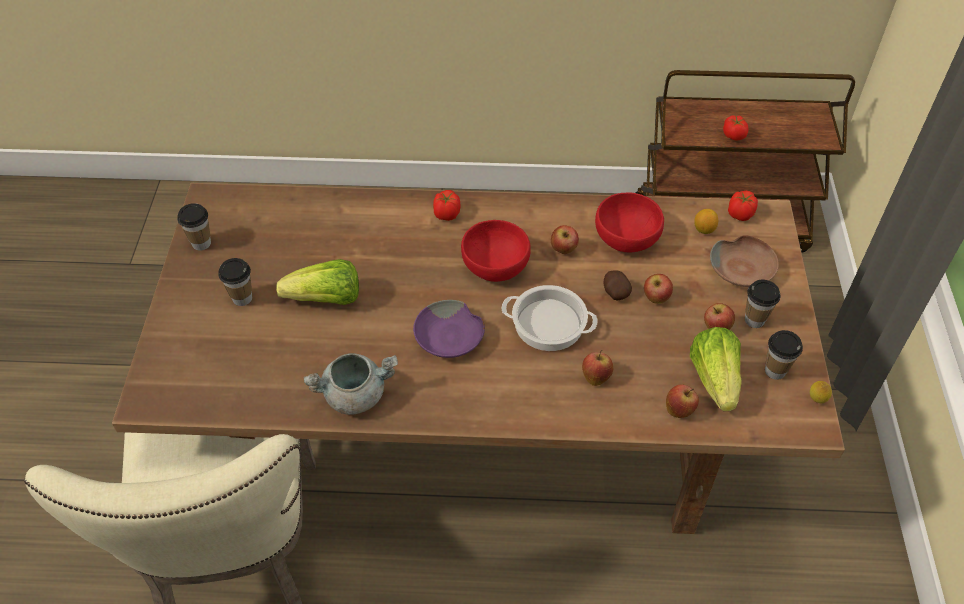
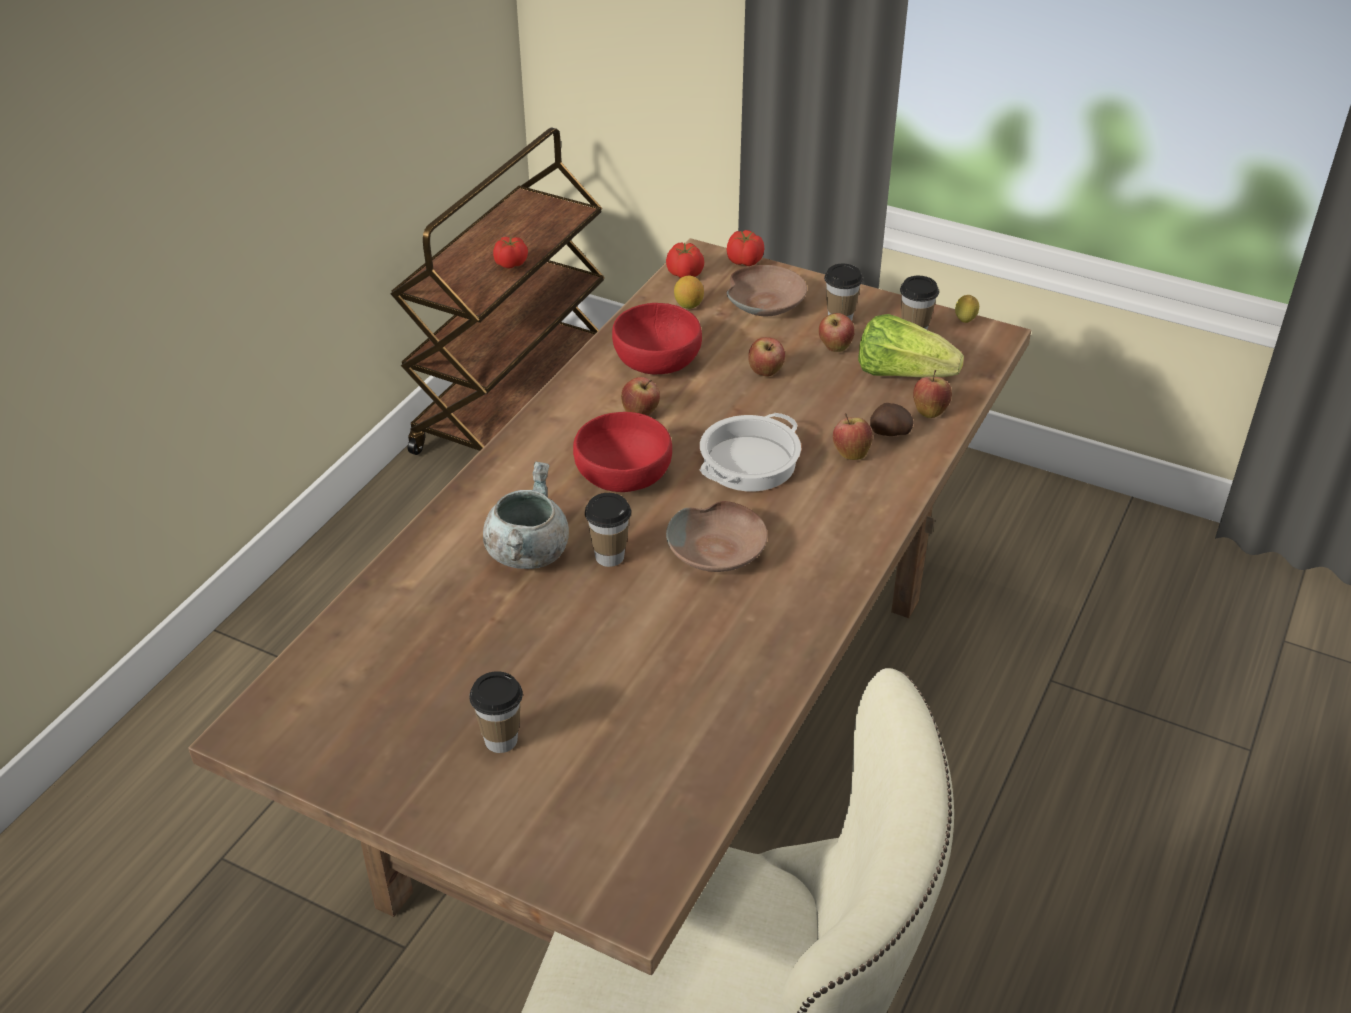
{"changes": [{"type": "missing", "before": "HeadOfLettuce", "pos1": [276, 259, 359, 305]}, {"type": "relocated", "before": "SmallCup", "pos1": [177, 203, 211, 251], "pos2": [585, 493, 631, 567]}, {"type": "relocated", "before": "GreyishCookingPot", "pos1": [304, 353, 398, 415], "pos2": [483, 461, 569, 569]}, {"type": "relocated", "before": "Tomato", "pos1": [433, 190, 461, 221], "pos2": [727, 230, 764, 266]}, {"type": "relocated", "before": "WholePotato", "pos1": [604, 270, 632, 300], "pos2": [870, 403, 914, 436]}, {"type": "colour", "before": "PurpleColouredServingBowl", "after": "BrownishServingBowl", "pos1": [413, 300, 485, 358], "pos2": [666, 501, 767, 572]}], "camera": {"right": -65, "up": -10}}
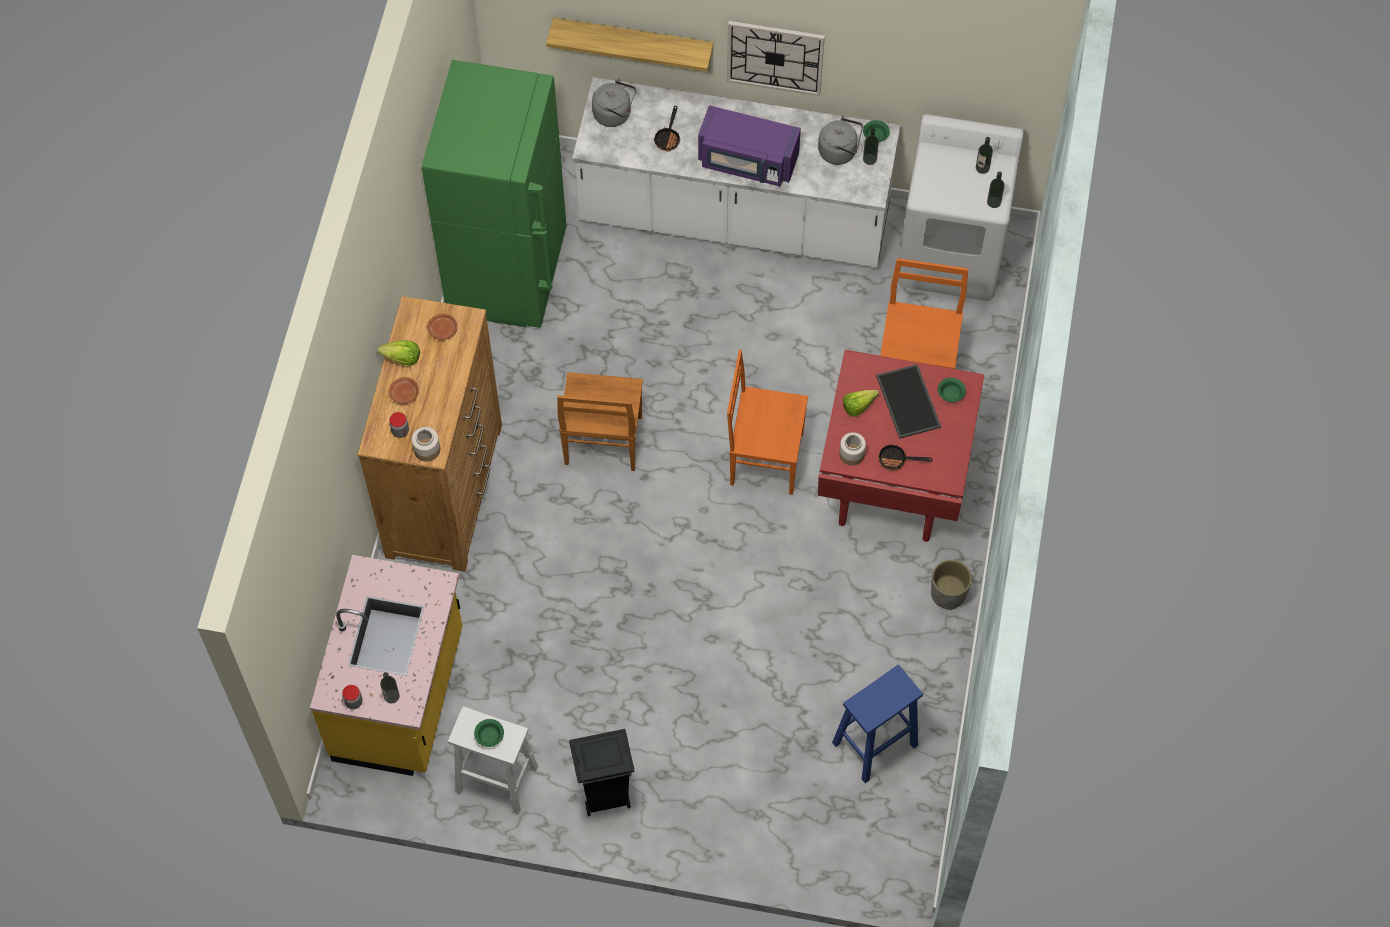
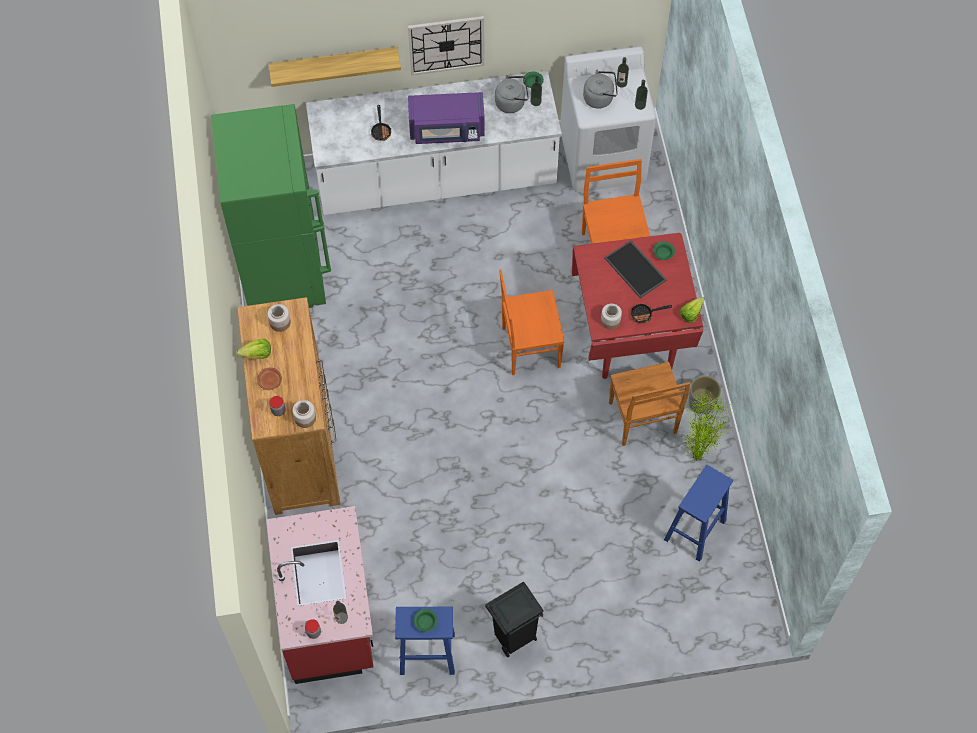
{"changes": [{"type": "appeared", "after": "PottedPlant", "pos2": [681, 390, 731, 461]}, {"type": "relocated", "before": "BrownishChair", "pos1": [557, 372, 643, 471], "pos2": [609, 362, 691, 446]}, {"type": "relocated", "before": "GreyishWaterKettle", "pos1": [592, 78, 636, 127], "pos2": [583, 70, 618, 109]}, {"type": "relocated", "before": "HeadOfLettuce", "pos1": [843, 390, 879, 417], "pos2": [680, 297, 704, 323]}, {"type": "exchanged", "before": "BrownishPlate", "after": "StorageJar", "pos1": [427, 314, 458, 340], "pos2": [268, 304, 291, 332]}, {"type": "colour", "before": "YellowishKitchenCounter", "after": "RedKitchenCounter", "pos1": [310, 555, 462, 776], "pos2": [267, 506, 373, 684]}, {"type": "colour", "before": "WhiteStoolSeat", "after": "BlueStoolSeat", "pos1": [448, 707, 538, 815], "pos2": [395, 606, 455, 675]}], "camera": {"right": -20, "up": 0}}
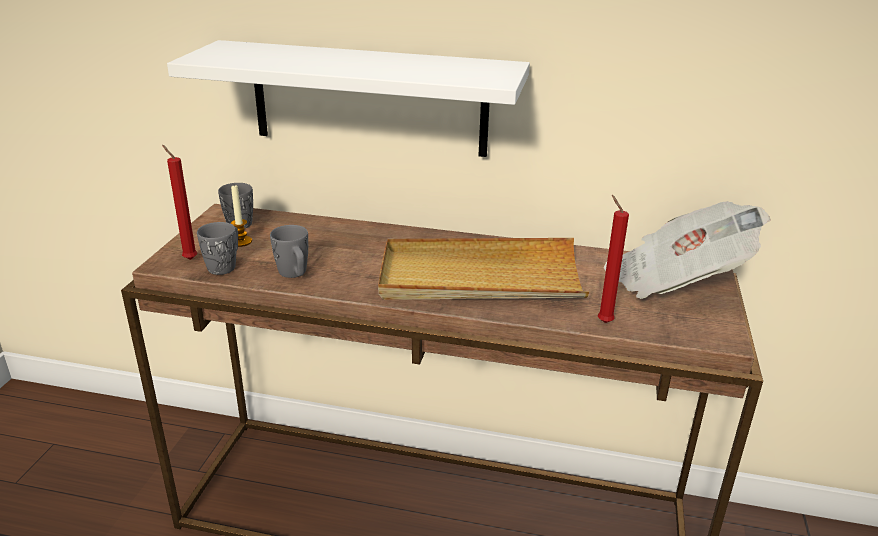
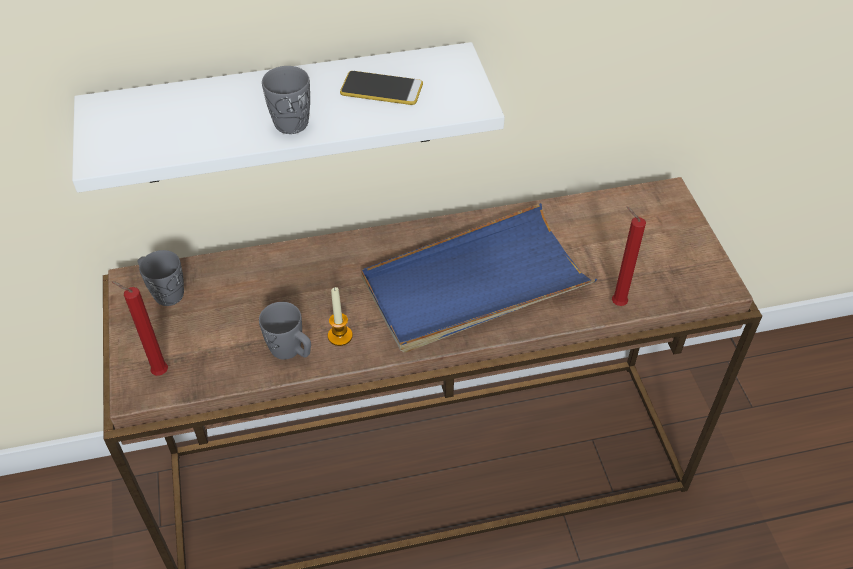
{"changes": [{"type": "missing", "before": "DailyPaper", "pos1": [604, 201, 771, 299]}, {"type": "appeared", "after": "Phone", "pos2": [340, 71, 423, 105]}, {"type": "relocated", "before": "GreyishMug", "pos1": [197, 222, 238, 275], "pos2": [262, 66, 310, 134]}, {"type": "relocated", "before": "WaxCandle", "pos1": [231, 185, 252, 247], "pos2": [328, 287, 353, 346]}, {"type": "colour", "before": "BeigeColouredServingTray", "after": "BlueServingTray", "pos1": [378, 238, 589, 300], "pos2": [361, 203, 598, 352]}], "camera": {"right": -25, "up": 20}}
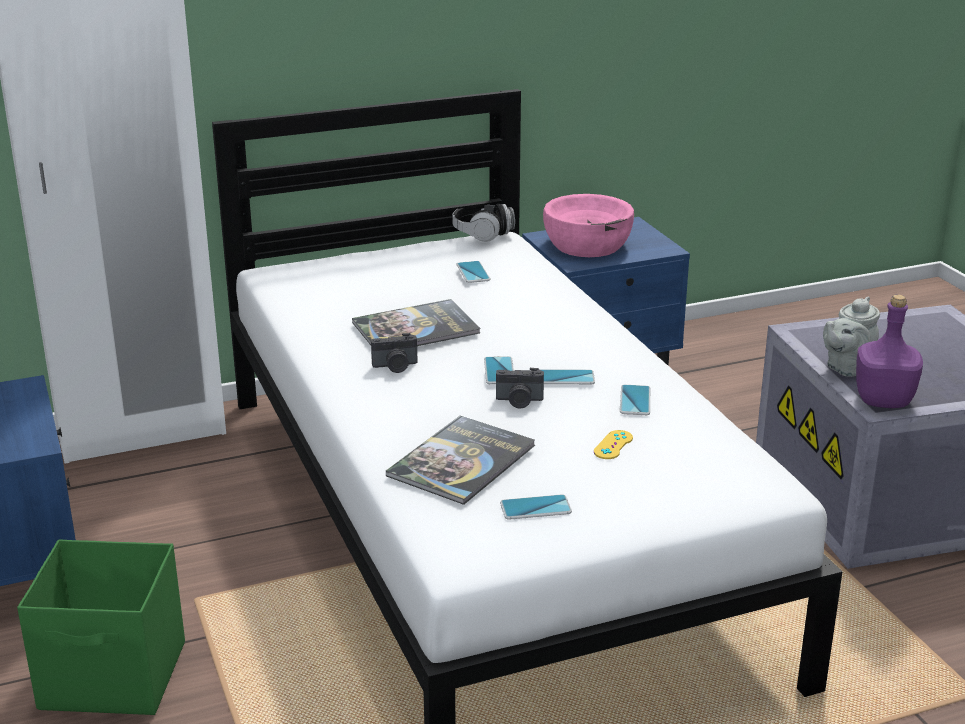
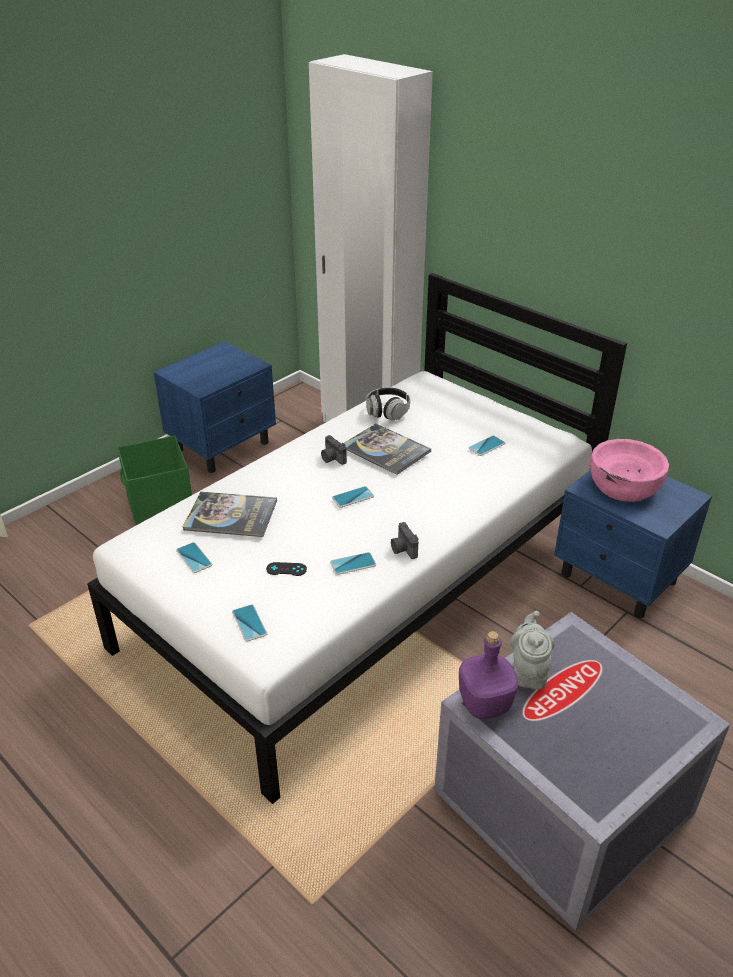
{"changes": [{"type": "relocated", "before": "Headphones", "pos1": [453, 204, 515, 242], "pos2": [366, 387, 410, 420]}, {"type": "relocated", "before": "PhotoCamera", "pos1": [496, 368, 544, 408], "pos2": [391, 522, 418, 559]}, {"type": "relocated", "before": "Phone", "pos1": [540, 369, 595, 384], "pos2": [232, 604, 268, 642]}, {"type": "colour", "before": "YellowishGameController", "after": "BlackishGameController", "pos1": [594, 430, 633, 459], "pos2": [266, 562, 307, 576]}, {"type": "spun", "before": "GreyishTeaPot", "pos1": [823, 297, 880, 377], "pos2": [509, 611, 555, 690], "turn": 75}], "camera": {"right": 65, "up": 10}}
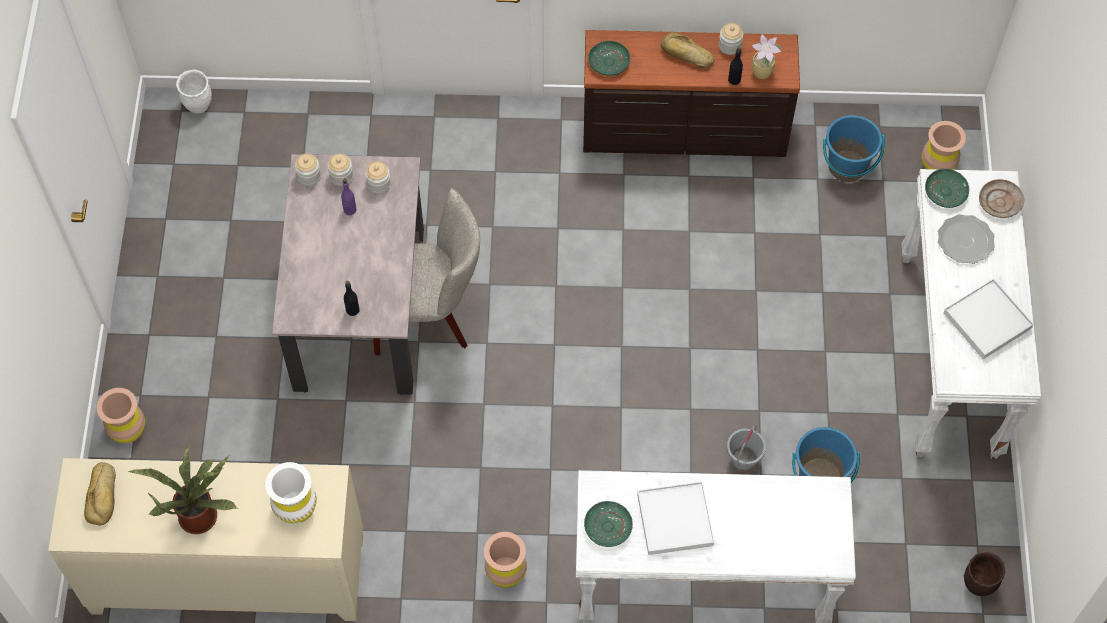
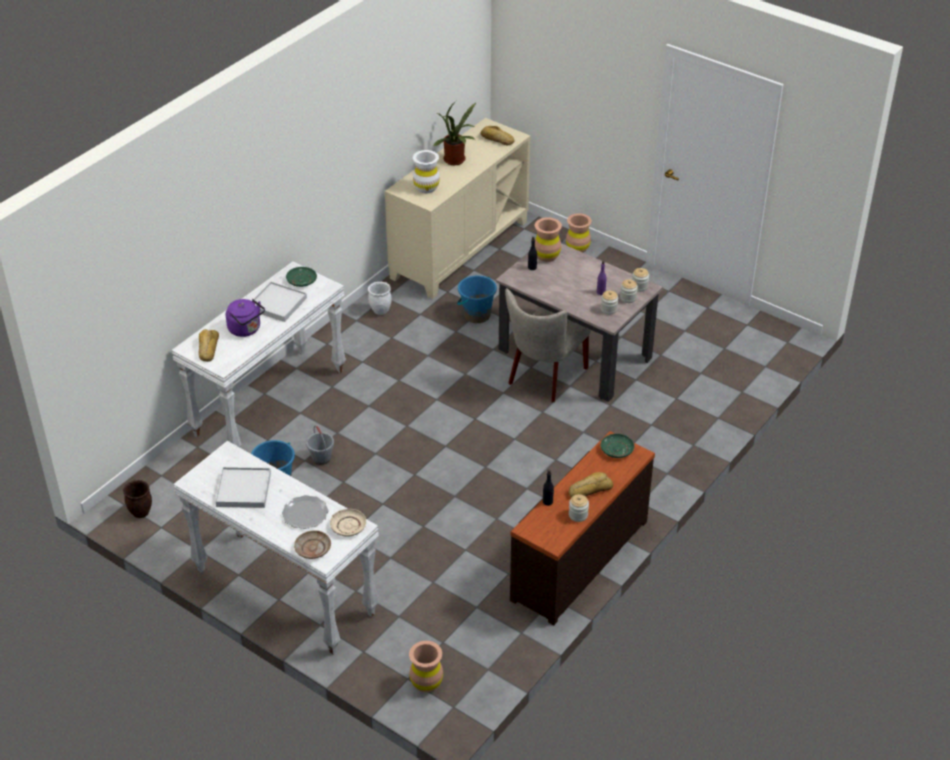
{"changes": [{"type": "missing", "before": "PottedPlant", "pos1": [752, 34, 782, 79]}, {"type": "appeared", "after": "BakedBread", "pos2": [198, 329, 219, 362]}, {"type": "appeared", "after": "PurpleColouredWaterKettle", "pos2": [226, 299, 265, 337]}, {"type": "relocated", "before": "WhitePlanter", "pos1": [176, 70, 212, 114], "pos2": [368, 282, 392, 315]}, {"type": "relocated", "before": "BrownishVase", "pos1": [484, 532, 527, 588], "pos2": [535, 217, 562, 262]}, {"type": "relocated", "before": "BlueWaterBucket", "pos1": [823, 115, 885, 182], "pos2": [457, 275, 497, 323]}, {"type": "colour", "before": "GreenishPlate", "after": "BeigeColouredPlate", "pos1": [925, 169, 969, 208], "pos2": [330, 509, 366, 537]}], "camera": {"right": 125, "up": -20}}
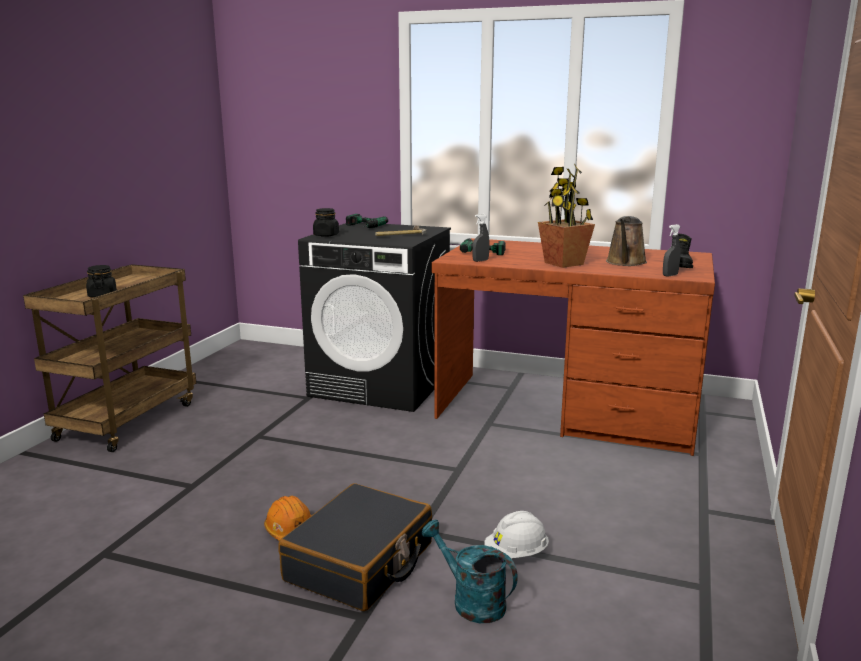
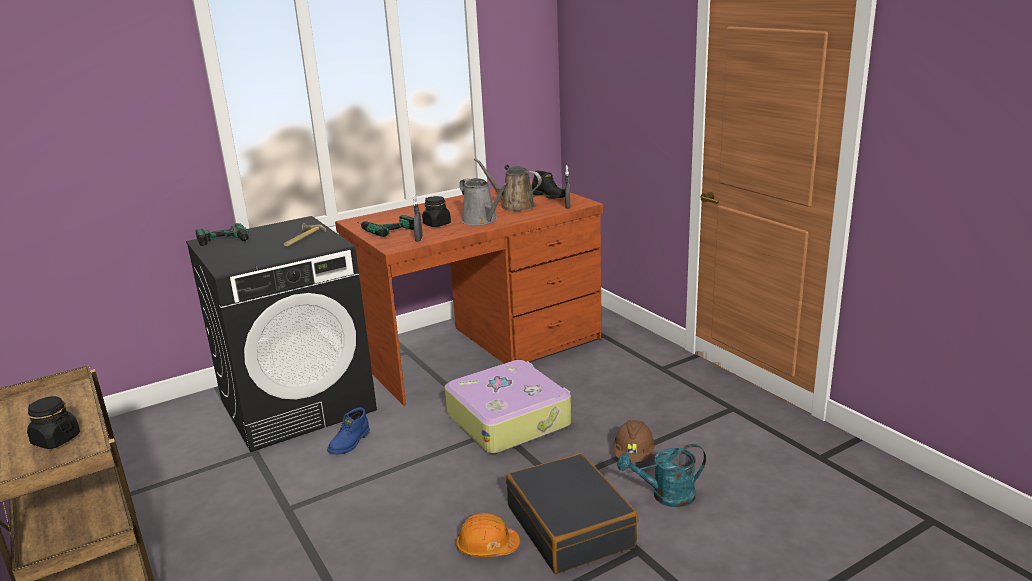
{"changes": [{"type": "appeared", "after": "BlueBoot", "pos2": [327, 407, 370, 455]}, {"type": "appeared", "after": "TravelCase", "pos2": [444, 360, 571, 454]}, {"type": "relocated", "before": "BlackishStorageJar", "pos1": [313, 208, 339, 237], "pos2": [422, 196, 451, 227]}, {"type": "exchanged", "before": "PottedPlant", "after": "GreyishWateringCan", "pos1": [538, 164, 595, 268], "pos2": [459, 178, 508, 225]}, {"type": "colour", "before": "WhiteWorkHelmet", "after": "BrownishWorkHelmet", "pos1": [484, 511, 549, 558], "pos2": [614, 420, 655, 462]}, {"type": "spun", "before": "BrownishWateringCan", "pos1": [606, 216, 647, 266], "pos2": [474, 158, 542, 211], "turn": 150}], "camera": {"right": -50, "up": 5}}
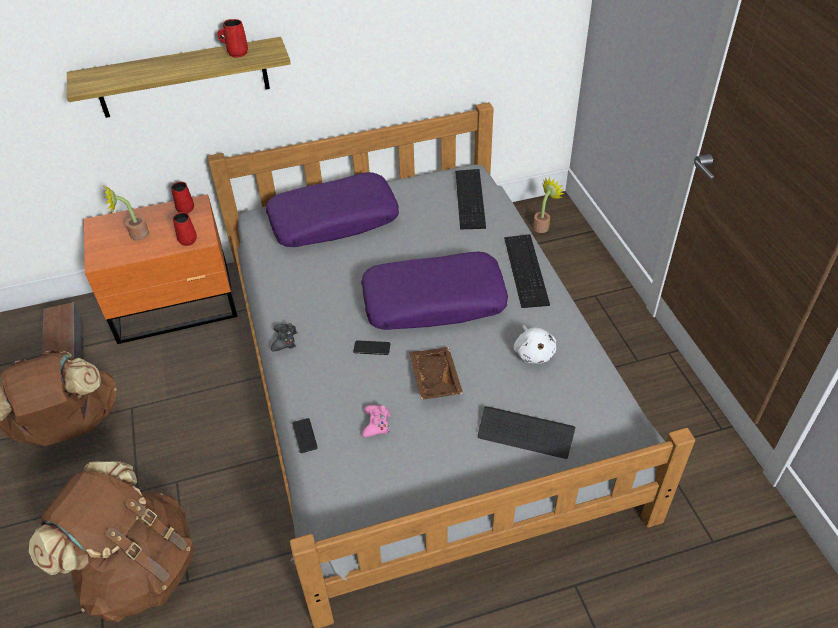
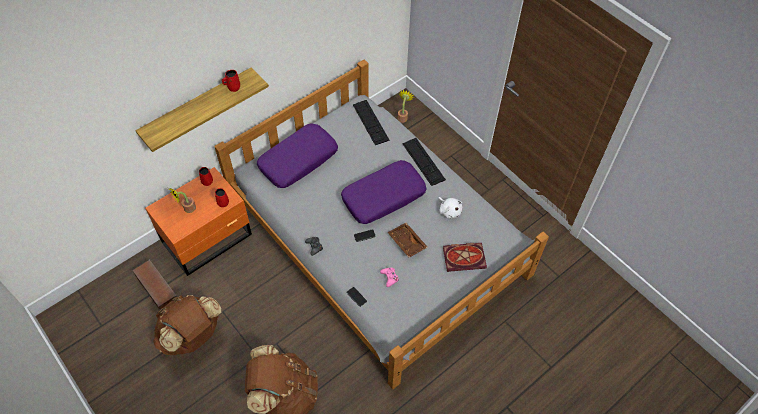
{"changes": [{"type": "exchanged", "before": "Keyboard", "after": "Book", "pos1": [478, 406, 575, 459], "pos2": [443, 243, 487, 272]}], "camera": {"right": -25, "up": 10}}
